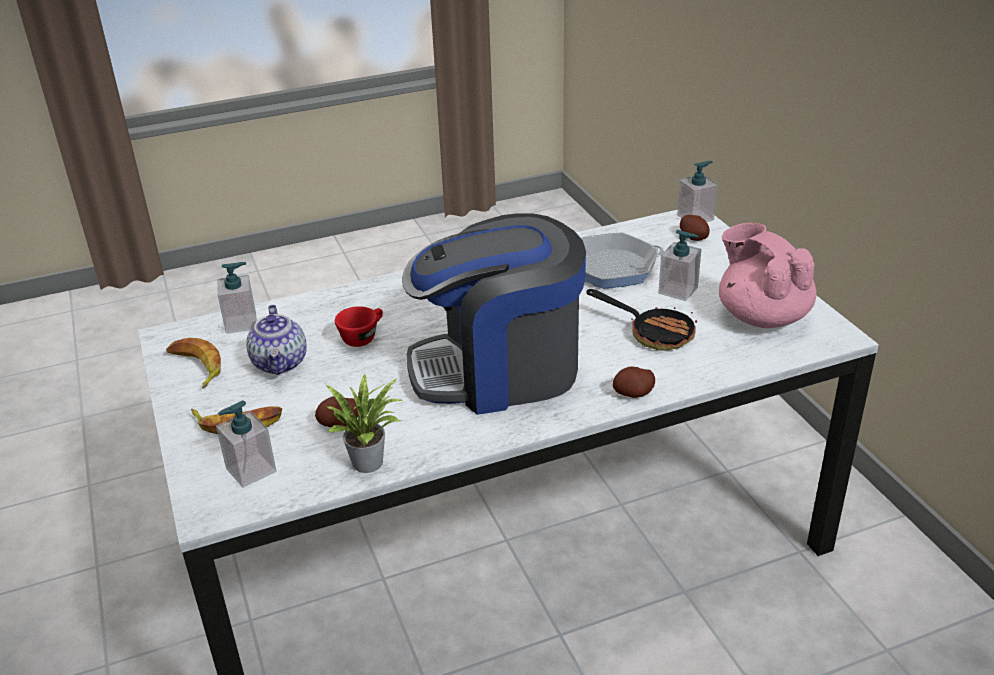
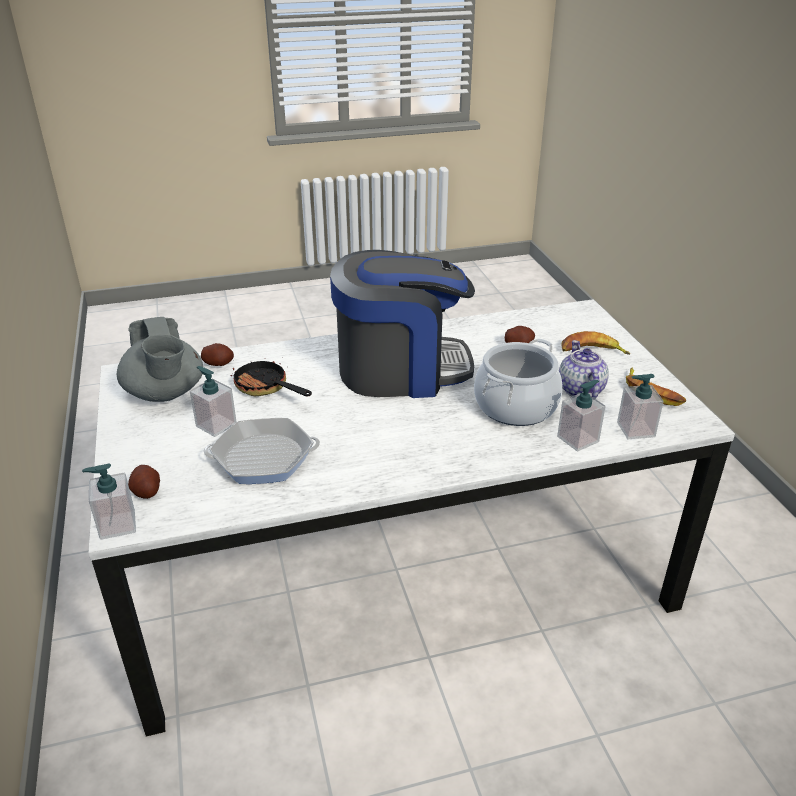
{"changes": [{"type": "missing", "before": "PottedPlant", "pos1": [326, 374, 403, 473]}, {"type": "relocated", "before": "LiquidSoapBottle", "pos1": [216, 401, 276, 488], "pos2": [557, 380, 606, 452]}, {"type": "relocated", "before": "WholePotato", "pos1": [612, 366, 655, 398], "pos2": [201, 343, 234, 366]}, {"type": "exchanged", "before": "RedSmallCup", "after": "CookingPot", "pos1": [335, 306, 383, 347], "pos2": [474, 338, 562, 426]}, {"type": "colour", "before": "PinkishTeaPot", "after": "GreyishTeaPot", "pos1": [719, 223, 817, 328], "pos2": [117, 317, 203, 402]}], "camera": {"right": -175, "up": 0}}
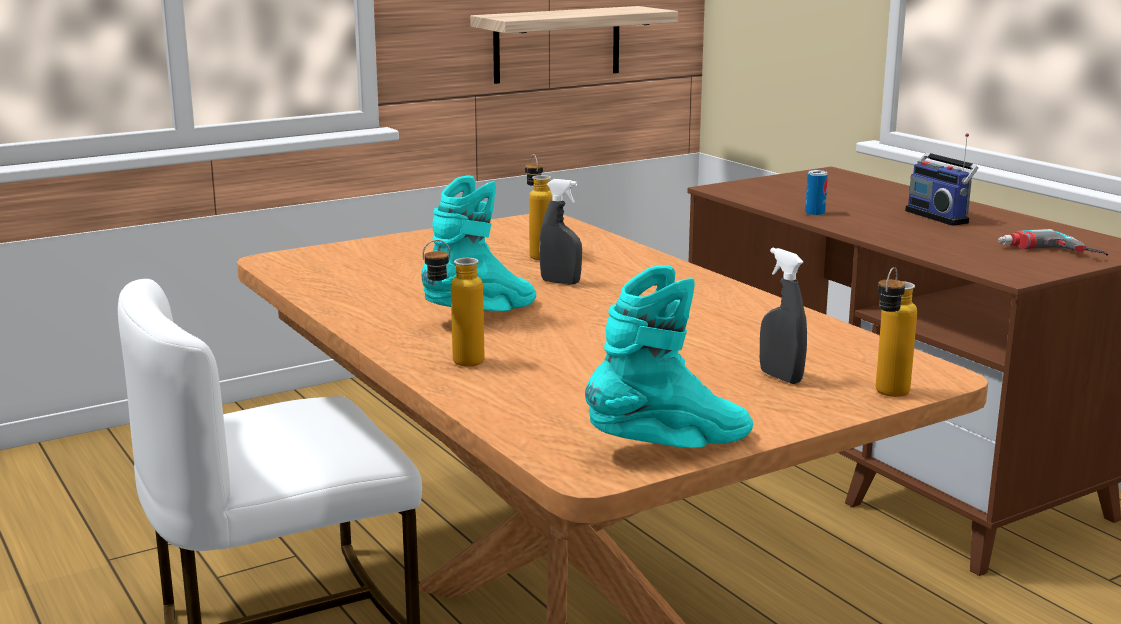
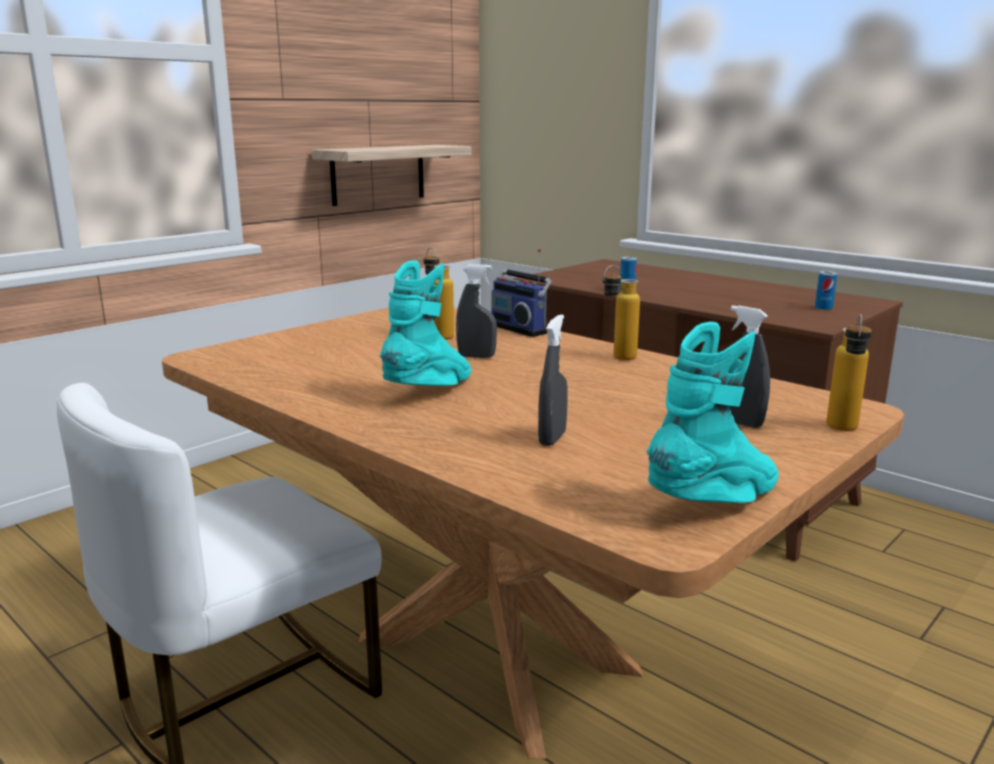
{"changes": [{"type": "appeared", "after": "GreyishHandSprayer", "pos2": [538, 314, 568, 446]}, {"type": "relocated", "before": "Bottle", "pos1": [423, 240, 485, 367], "pos2": [603, 265, 640, 360]}, {"type": "relocated", "before": "Radio", "pos1": [905, 133, 978, 226], "pos2": [491, 248, 552, 337]}, {"type": "exchanged", "before": "Drill", "after": "Can", "pos1": [998, 229, 1108, 256], "pos2": [815, 271, 837, 310]}], "camera": {"right": -15, "up": 0}}
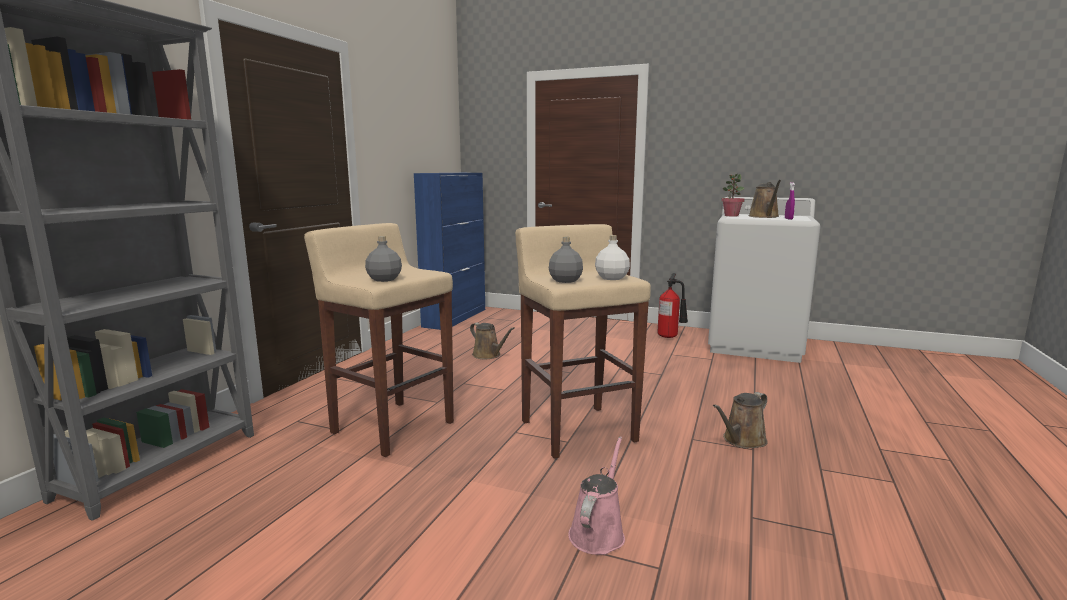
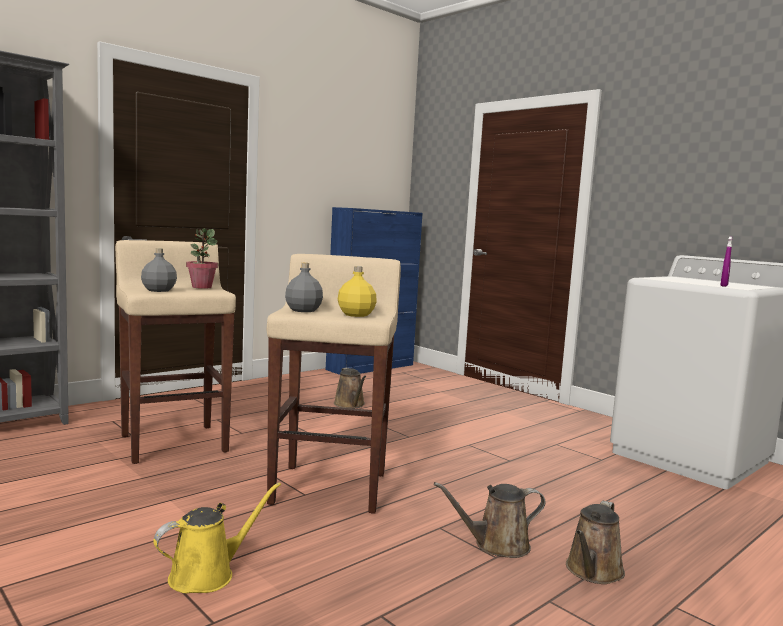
{"changes": [{"type": "missing", "before": "FireFightingCylinder", "pos1": [657, 273, 688, 338]}, {"type": "relocated", "before": "PottedPlant", "pos1": [721, 174, 745, 217], "pos2": [186, 228, 218, 289]}, {"type": "relocated", "before": "BrownishWateringCan", "pos1": [749, 180, 781, 218], "pos2": [566, 501, 625, 584]}, {"type": "colour", "before": "PinkishWateringCan", "after": "YellowishWateringCan", "pos1": [568, 436, 625, 555], "pos2": [153, 482, 281, 593]}, {"type": "colour", "before": "WhiteBottle", "after": "YellowishBottle", "pos1": [595, 235, 630, 280], "pos2": [338, 266, 377, 317]}], "camera": {"right": 25, "up": -5}}
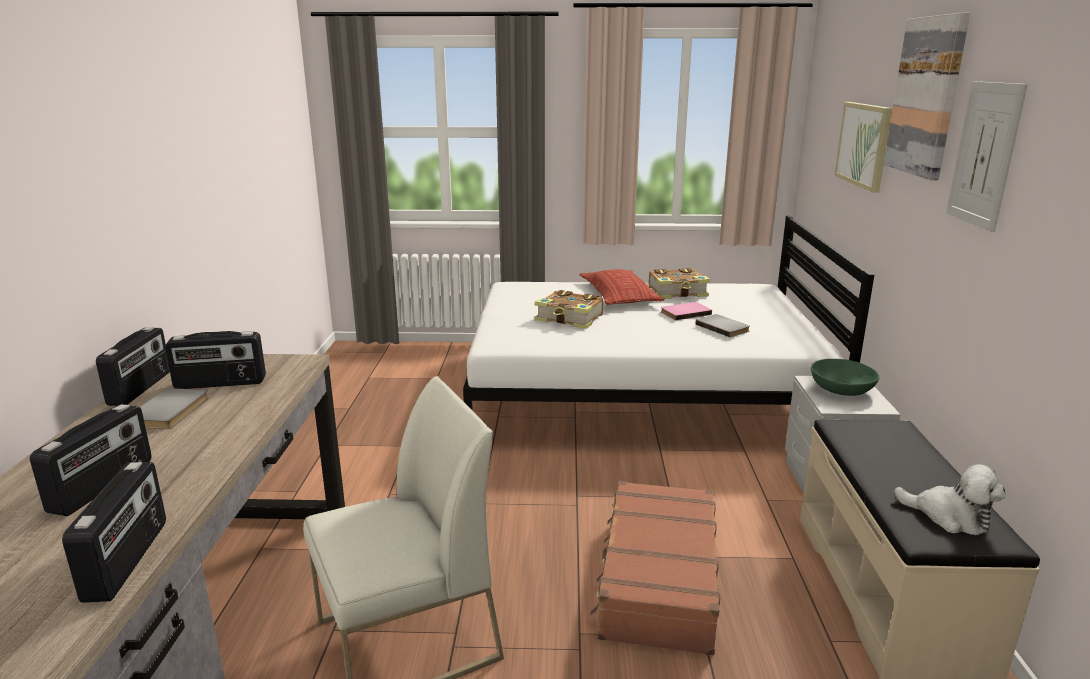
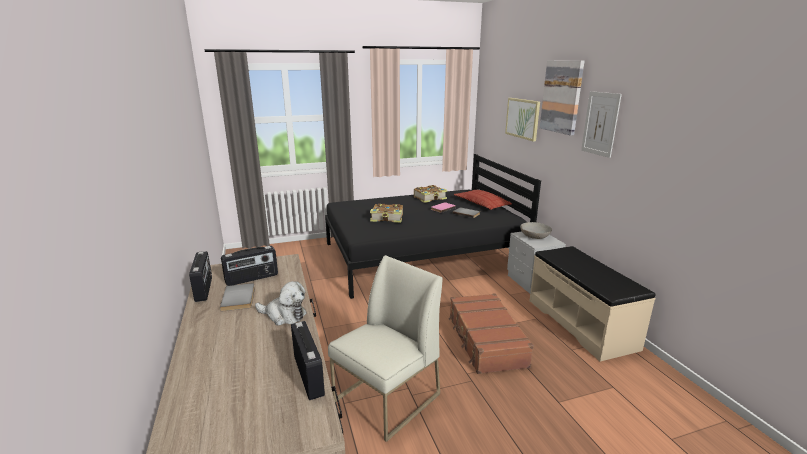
{"changes": [{"type": "missing", "before": "Radio", "pos1": [30, 404, 152, 516]}, {"type": "relocated", "before": "Cushion", "pos1": [579, 269, 665, 305], "pos2": [454, 190, 512, 210]}, {"type": "relocated", "before": "CuddlyToy", "pos1": [894, 464, 1006, 535], "pos2": [255, 281, 307, 325]}, {"type": "colour", "before": "WhiteSleepingBed", "after": "BlackishSleepingBed", "pos1": [463, 216, 874, 411], "pos2": [325, 154, 541, 299]}, {"type": "colour", "before": "GreenishServingBowl", "after": "GreyishServingBowl", "pos1": [811, 359, 879, 396], "pos2": [520, 222, 552, 239]}], "camera": {"right": -20, "up": 0}}
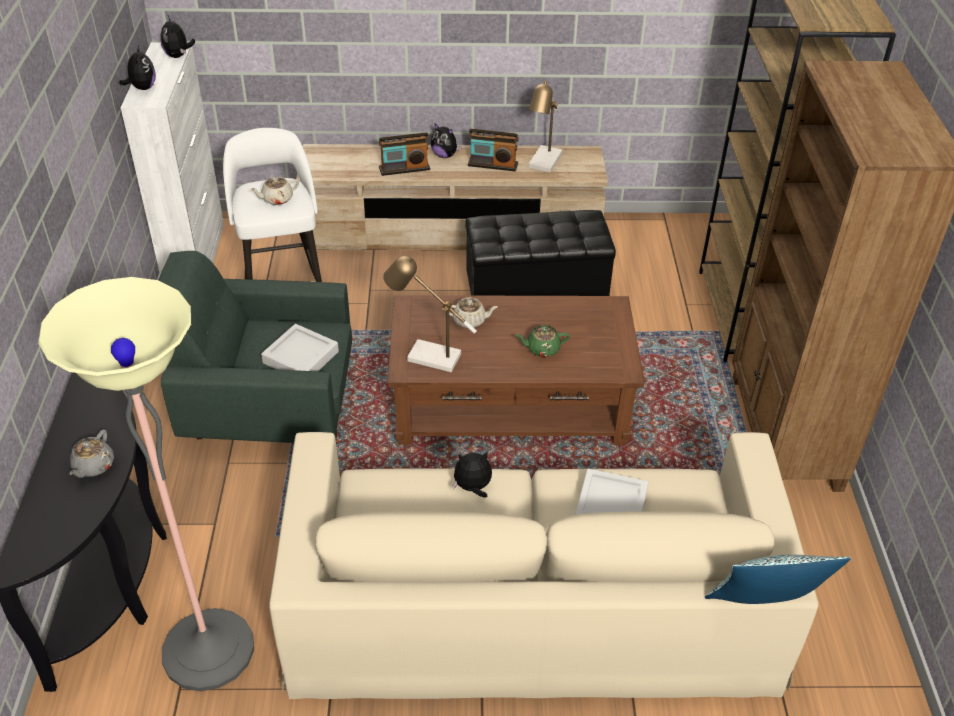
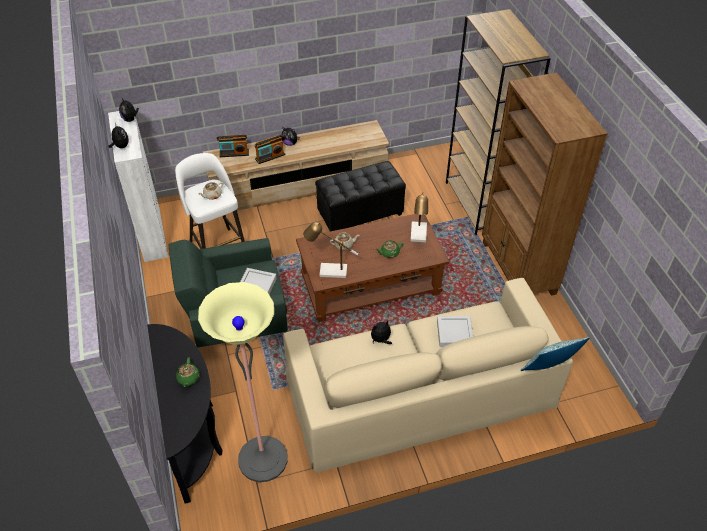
{"changes": [{"type": "relocated", "before": "Radio", "pos1": [468, 129, 519, 171], "pos2": [217, 135, 249, 157]}, {"type": "relocated", "before": "TabletopLamp", "pos1": [528, 80, 562, 172], "pos2": [411, 192, 428, 243]}, {"type": "colour", "before": "GreyishTeaPot", "after": "GreenishTeaPot", "pos1": [69, 429, 114, 478], "pos2": [176, 357, 200, 387]}], "camera": {"right": -15, "up": 5}}
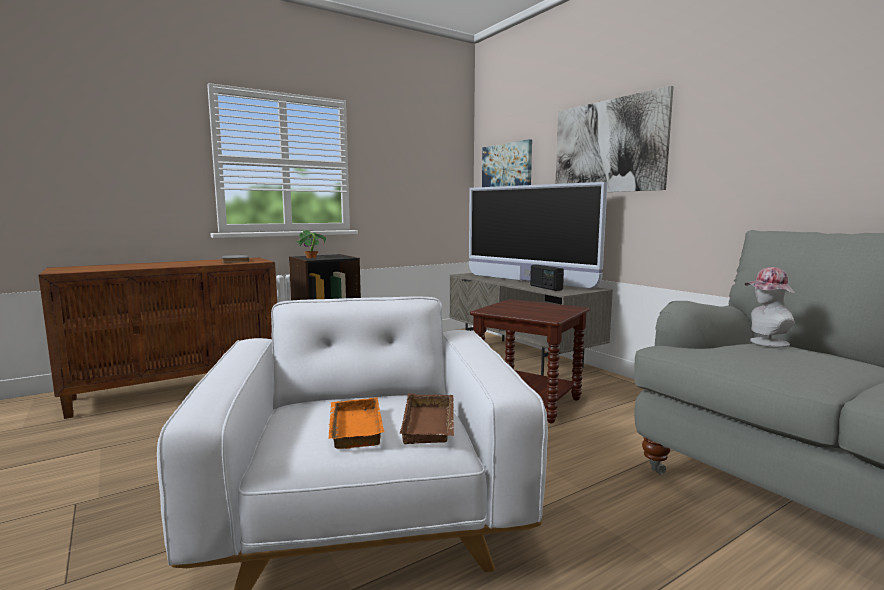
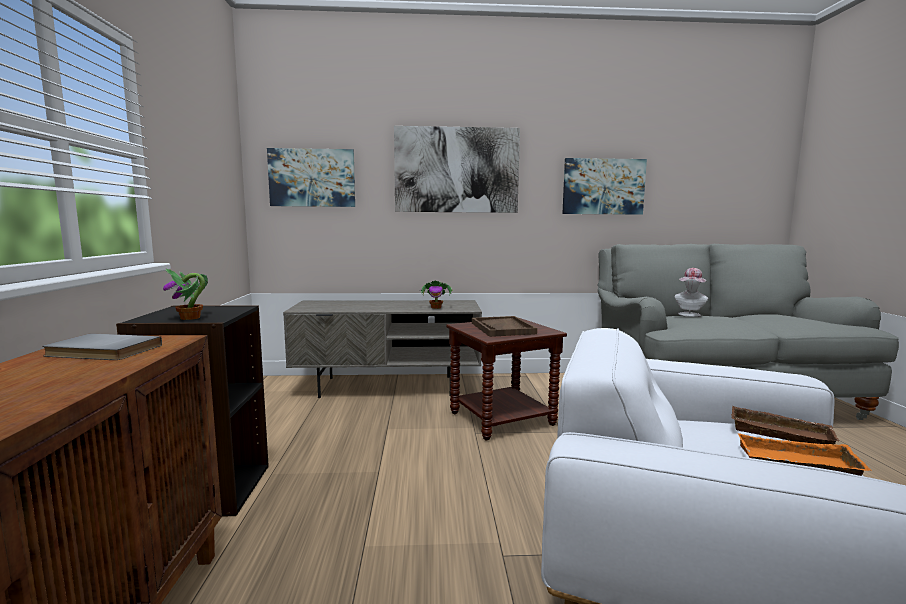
{"changes": [{"type": "missing", "before": "Tv", "pos1": [469, 182, 608, 289]}, {"type": "appeared", "after": "BrownishServingTray", "pos2": [472, 316, 537, 337]}, {"type": "appeared", "after": "WallPicture", "pos2": [562, 158, 647, 215]}, {"type": "exchanged", "before": "Radio", "after": "PottedPlant", "pos1": [530, 265, 564, 291], "pos2": [420, 280, 453, 309]}], "camera": {"right": -60, "up": 0}}
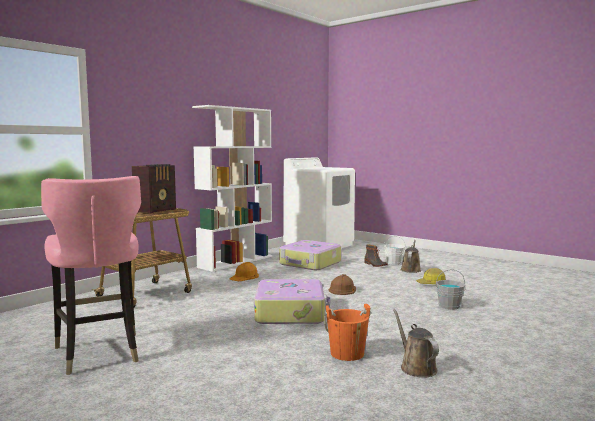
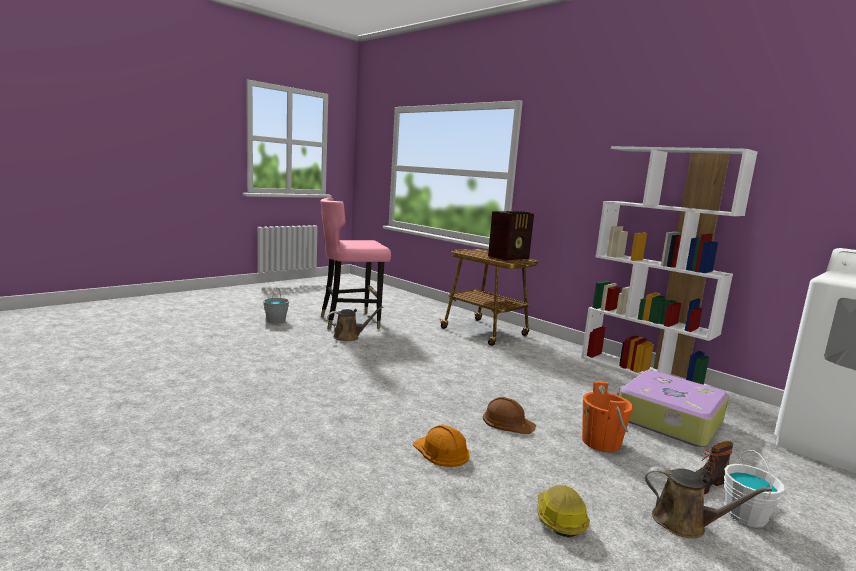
{"changes": [{"type": "missing", "before": "TravelCase", "pos1": [254, 279, 330, 324]}, {"type": "relocated", "before": "OrangeyWorkHelmet", "pos1": [230, 262, 259, 281], "pos2": [413, 425, 470, 467]}, {"type": "relocated", "before": "OrangeyWaterBucket", "pos1": [324, 304, 371, 361], "pos2": [582, 382, 633, 452]}, {"type": "relocated", "before": "BrownishWateringCan", "pos1": [393, 309, 439, 377], "pos2": [327, 306, 383, 341]}, {"type": "relocated", "before": "GreyishWaterBucket", "pos1": [436, 269, 465, 310], "pos2": [263, 288, 289, 323]}, {"type": "spun", "before": "Radio", "pos1": [132, 164, 176, 214], "pos2": [488, 211, 534, 261], "turn": -75}], "camera": {"right": 95, "up": 5}}
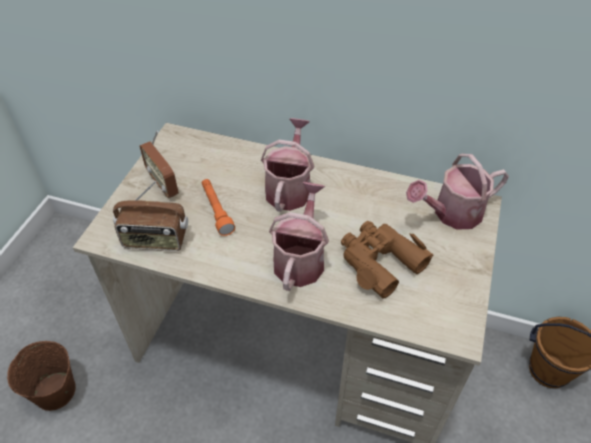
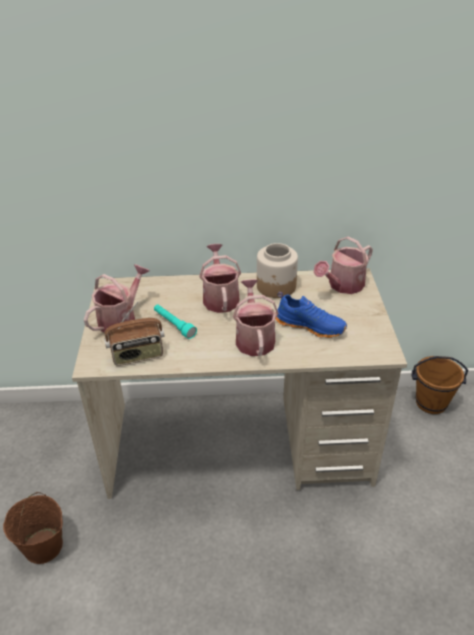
{"changes": [{"type": "appeared", "after": "StorageJar", "pos2": [257, 243, 298, 298]}, {"type": "exchanged", "before": "Radio", "after": "WateringCan", "pos1": [139, 131, 179, 198], "pos2": [84, 264, 150, 333]}, {"type": "exchanged", "before": "BrownishPairOfBinoculars", "after": "BlueShoe", "pos1": [341, 221, 433, 298], "pos2": [275, 292, 347, 338]}, {"type": "colour", "before": "OrangeyHandTorch", "after": "BlueGreenHandTorch", "pos1": [202, 179, 235, 236], "pos2": [154, 305, 197, 339]}], "camera": {"right": -20, "up": -10}}
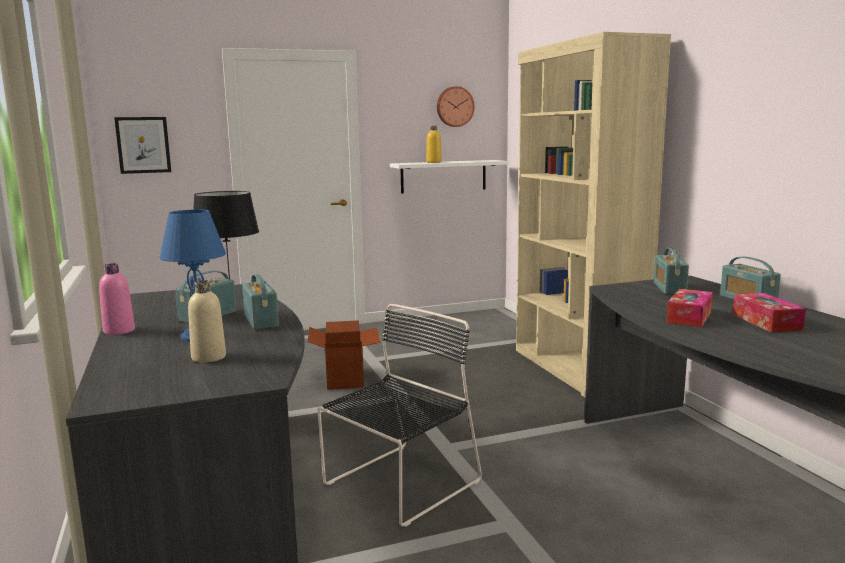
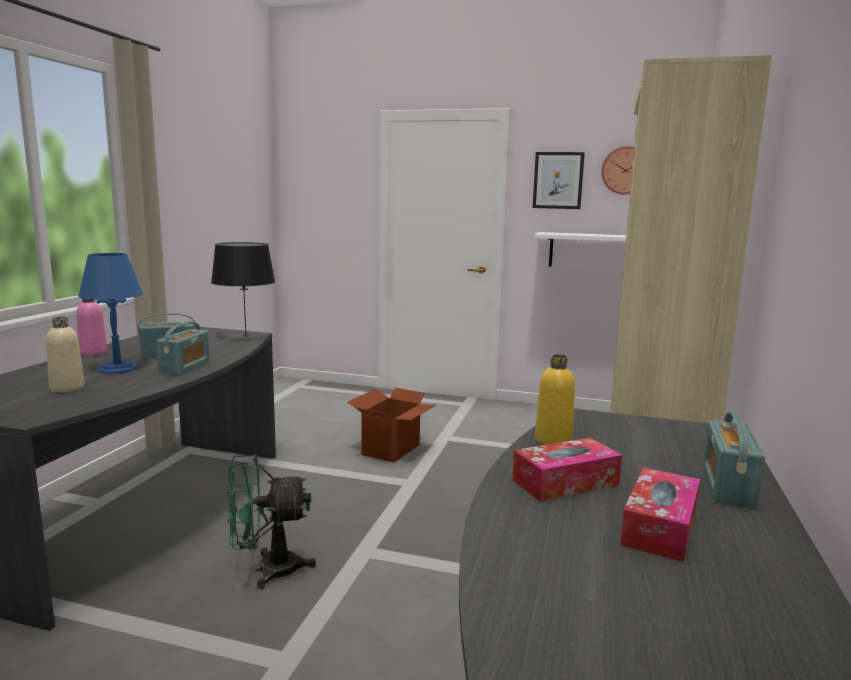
{"changes": [{"type": "missing", "before": "Radio", "pos1": [654, 248, 689, 294]}, {"type": "relocated", "before": "WallPicture", "pos1": [114, 117, 171, 174], "pos2": [533, 152, 585, 209]}, {"type": "relocated", "before": "YellowishBottle", "pos1": [426, 126, 442, 163], "pos2": [535, 354, 575, 445]}, {"type": "exchanged", "before": "BlackishChair", "after": "GreenishElectricFan", "pos1": [317, 304, 482, 527], "pos2": [227, 454, 316, 589]}], "camera": {"right": 35, "up": 0}}
